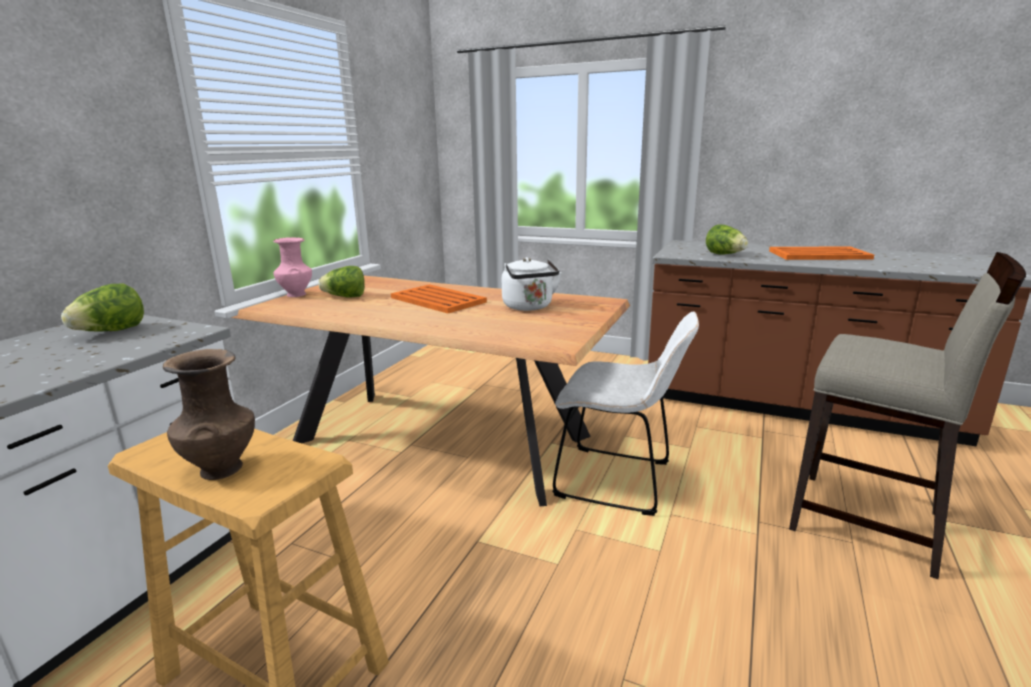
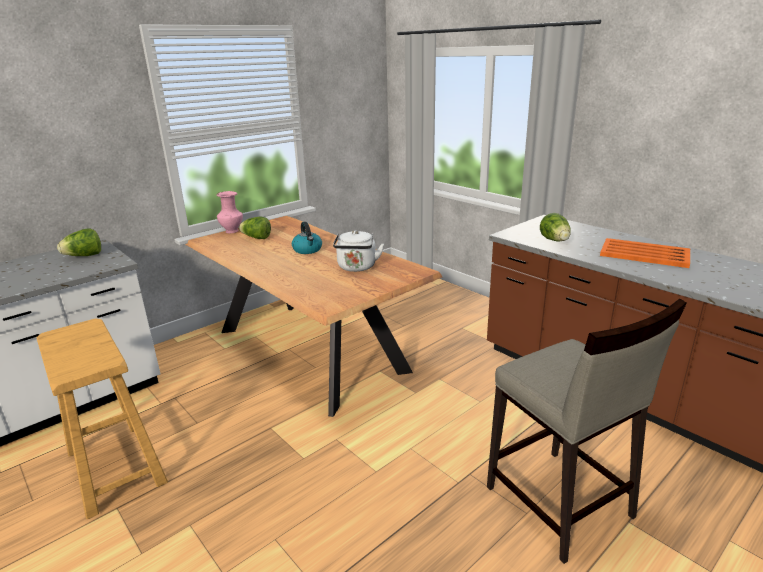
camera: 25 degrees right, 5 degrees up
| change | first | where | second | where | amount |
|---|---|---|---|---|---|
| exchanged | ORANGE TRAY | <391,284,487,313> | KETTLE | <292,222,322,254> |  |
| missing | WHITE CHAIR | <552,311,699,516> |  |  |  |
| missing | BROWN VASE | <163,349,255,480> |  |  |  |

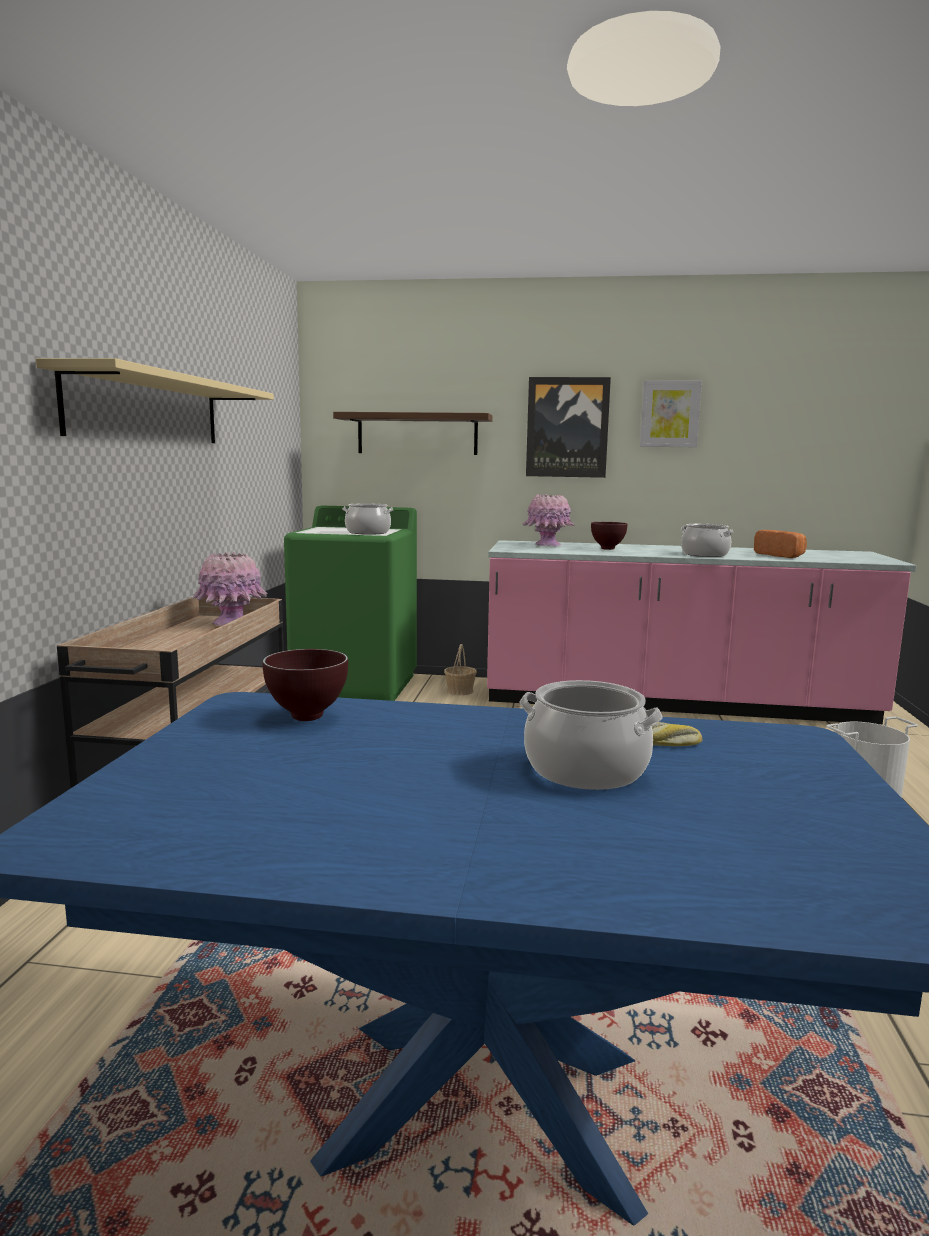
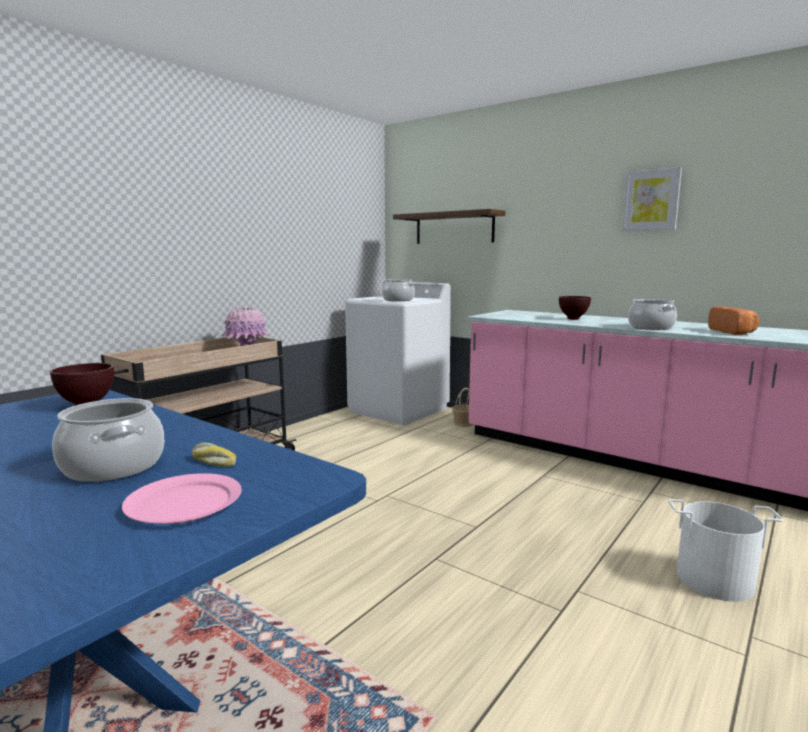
camera: 30 degrees right, 0 degrees up
| change | first | where | second | where | amount |
|---|---|---|---|---|---|
| missing | BEIGE SHELF | <36,358,274,443> |  |  |  |
| missing | PICTURE | <526,377,611,478> |  |  |  |
| missing | PINK VASE | <523,494,575,546> |  |  |  |
| colour | GREEN WASHING MACHINE | <284,506,417,701> | WHITE WASHING MACHINE | <345,282,451,425> |  |
| appeared |  |  | PINK PLATE | <122,473,242,524> |  |

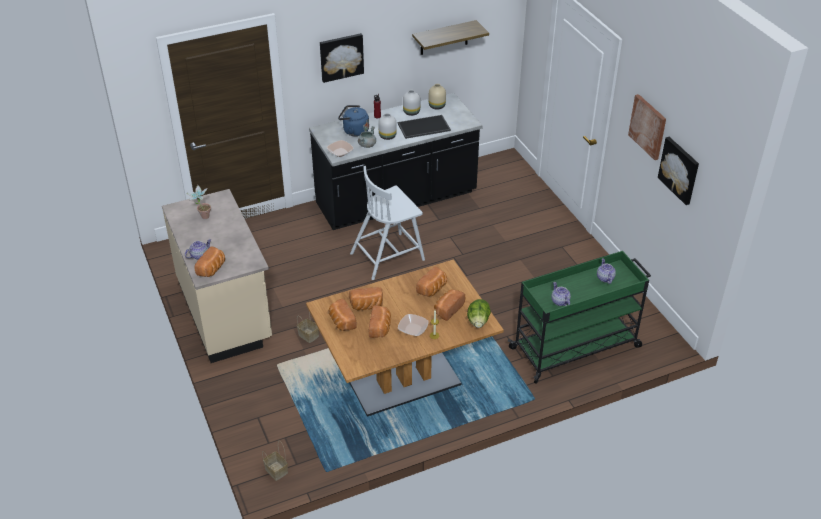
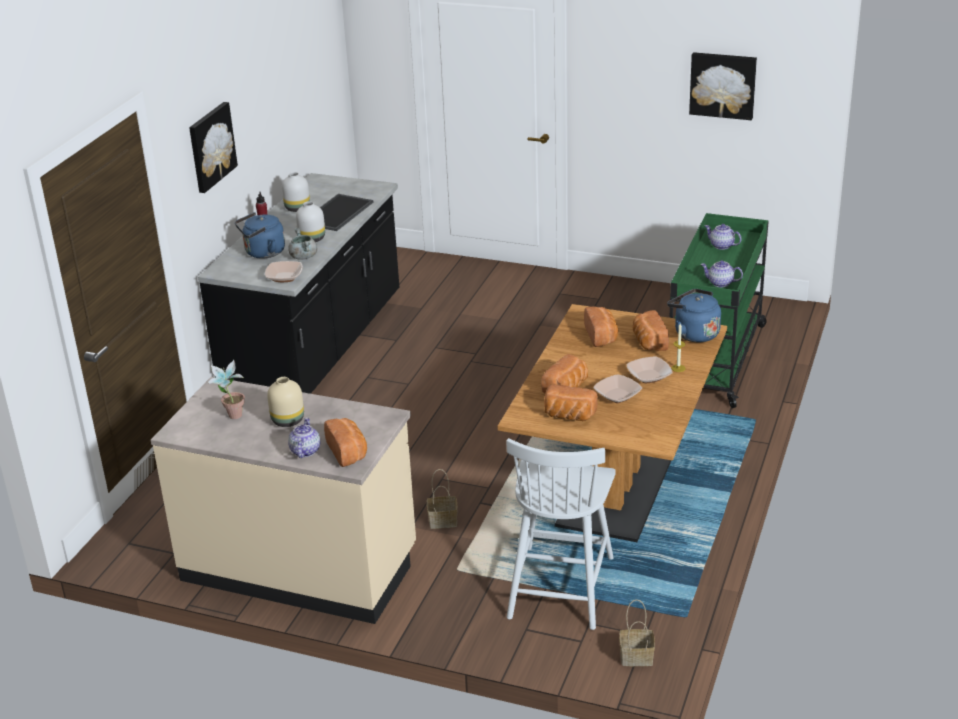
camera: 45 degrees left, 10 degrees down
| change | first | where | second | where | amount |
|---|---|---|---|---|---|
| missing | SHELF | <412,20,489,55> |  |  |  |
| relocated | BEIGE VASE | <429,84,446,110> |  | <267,377,304,427> |  |
| missing | PICTURE | <628,94,666,160> |  |  |  |
| relocated | WHITE CHAIR | <350,166,425,280> |  | <506,438,616,630> |  |
| exchanged | LETTUCE | <467,299,491,328> | BLUE KETTLE | <667,289,721,342> |  |
| exchanged | BREAD | <369,305,391,338> | BOWL | <593,374,642,403> |  |

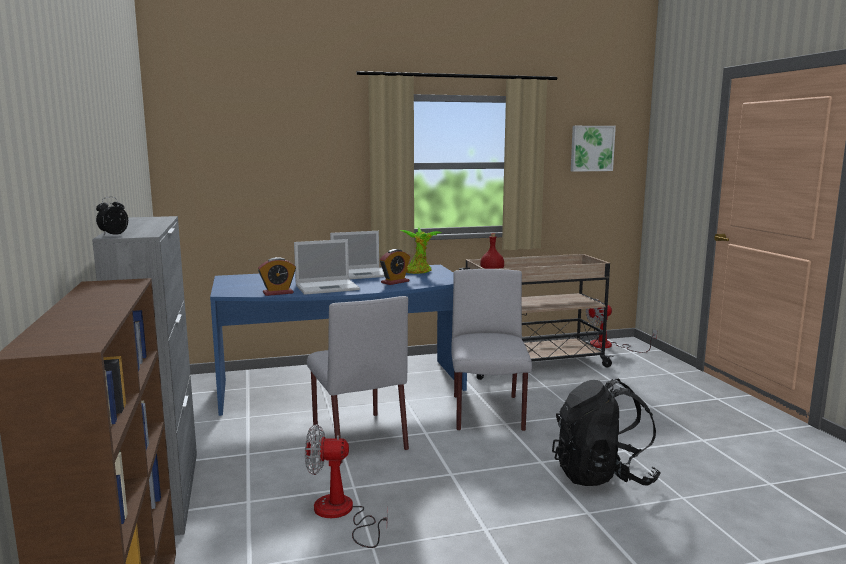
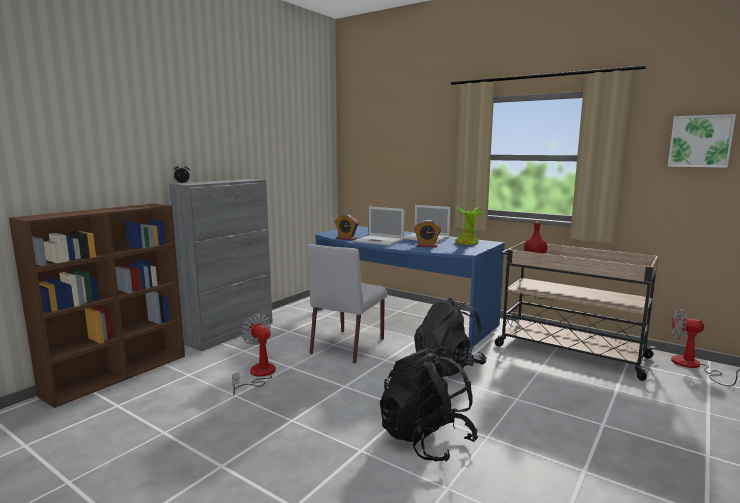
camera: 50 degrees right, 0 degrees up
| change | first | where | second | where | amount |
|---|---|---|---|---|---|
| exchanged | GREY CHAIR | <451,269,532,431> | BLACK BACKPACK | <414,298,487,377> |  |

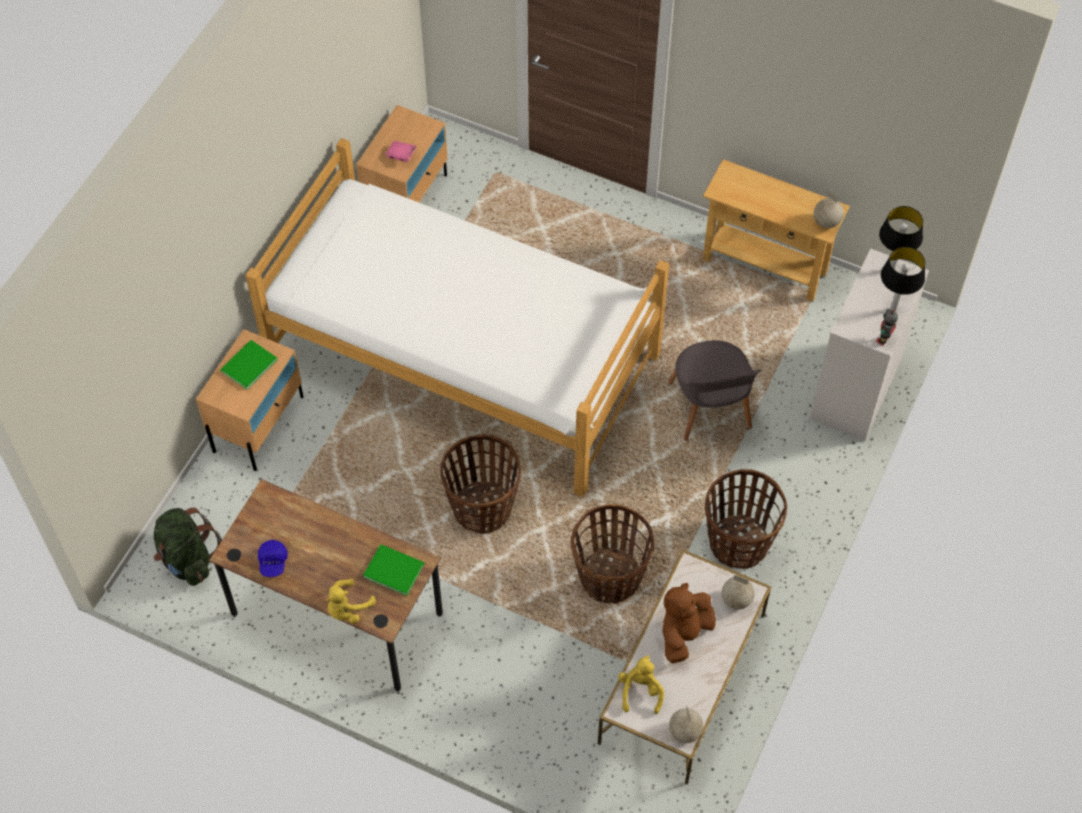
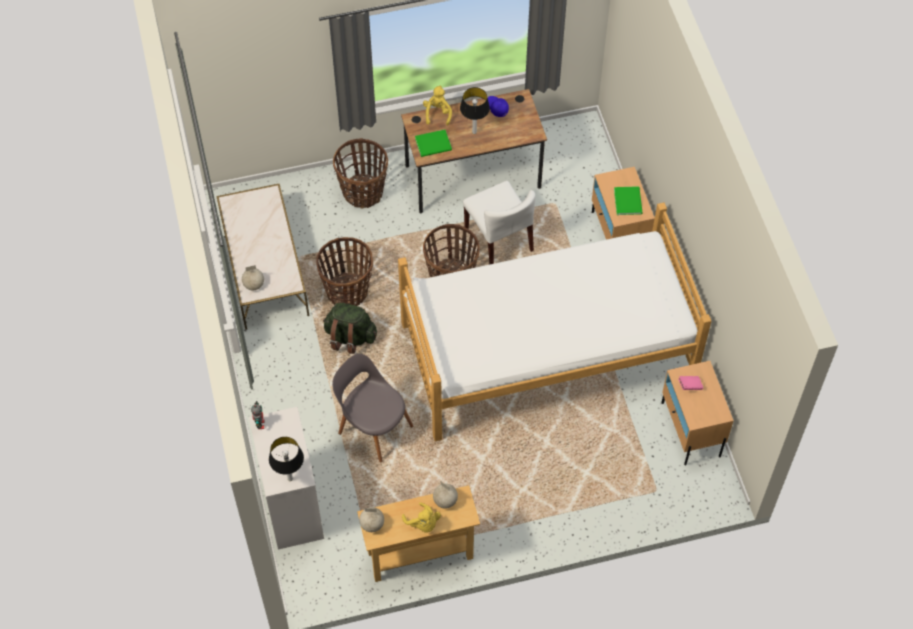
camera: 140 degrees right, 0 degrees up
| change | first | where | second | where | amount |
|---|---|---|---|---|---|
| relocated | TABLE LAMP | <881,247,925,311> |  | <460,87,490,134> |  |
| relocated | BASKET | <705,469,787,569> |  | <333,138,388,209> |  |
| relocated | GREEN BACKPACK | <154,508,222,586> |  | <323,303,377,354> |  |
| missing | BROWN PLUSH TOY | <663,583,716,663> |  |  |  |
| relocated | YELLOW PLUSH TOY | <618,655,664,714> |  | <402,502,441,533> |  |
| relocated | GLOBE | <669,707,703,743> |  | <433,482,458,509> |  |
| appeared |  |  | WHITE CHAIR | <463,181,535,264> |  |

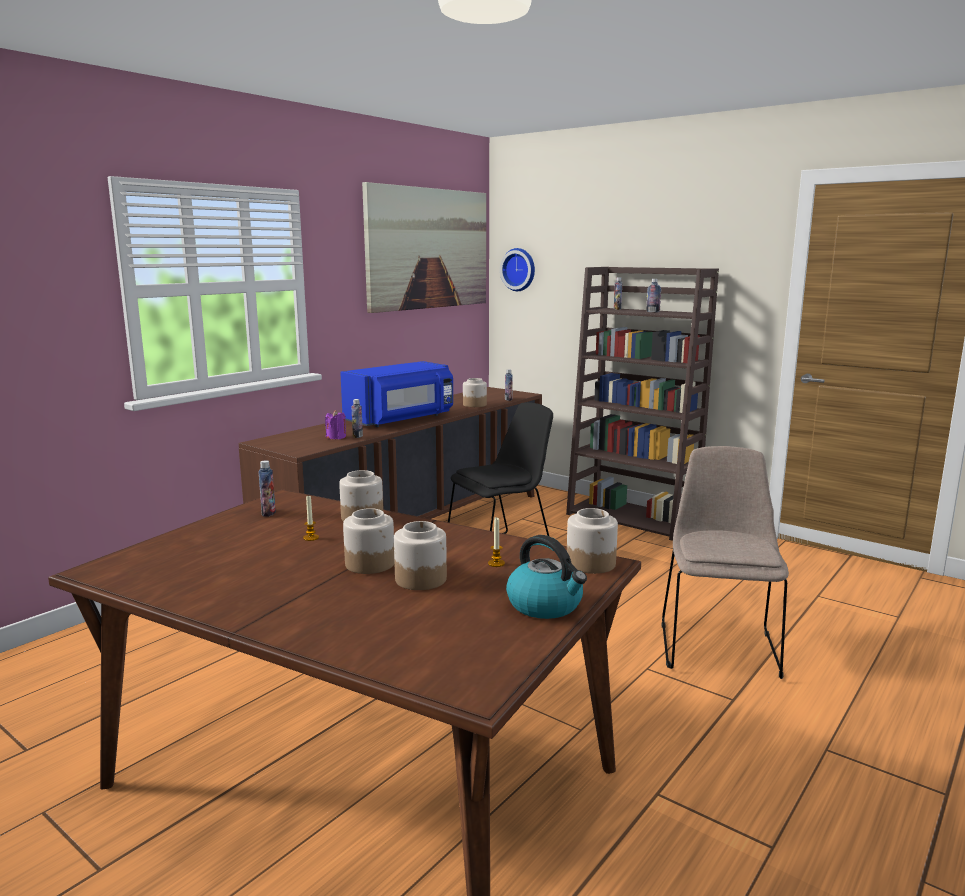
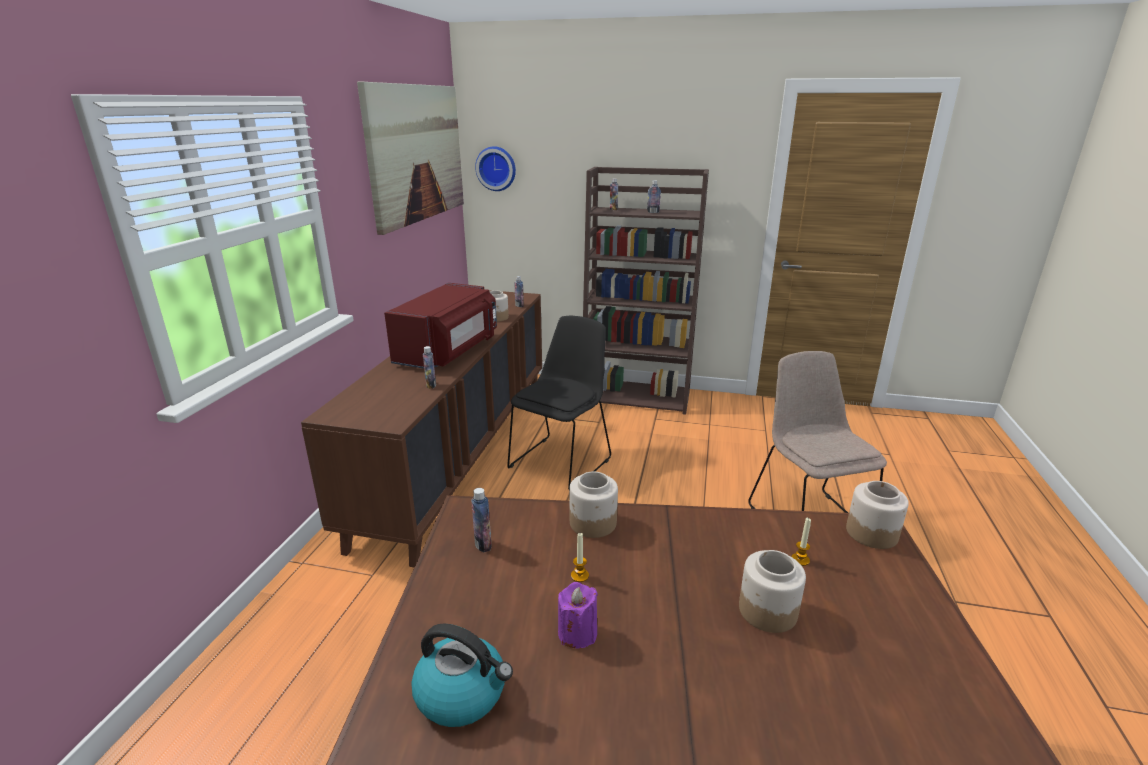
camera: 25 degrees left, 10 degrees up
| change | first | where | second | where | amount |
|---|---|---|---|---|---|
| colour | BLUE MICROWAVE | <340,361,453,427> | RED MICROWAVE | <384,283,497,369> |  |
| relocated | PURPLE CANDLE | <325,410,346,439> |  | <558,582,598,649> |  |
| missing | JAR | <343,508,394,574> |  |  |  |
| relocated | KETTLE | <506,535,587,619> |  | <411,624,513,727> |  |

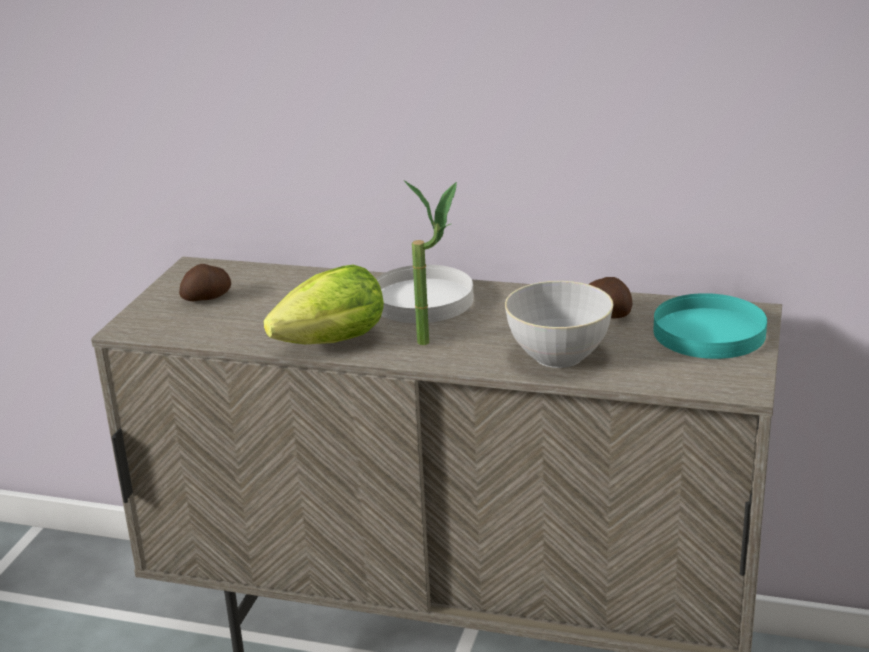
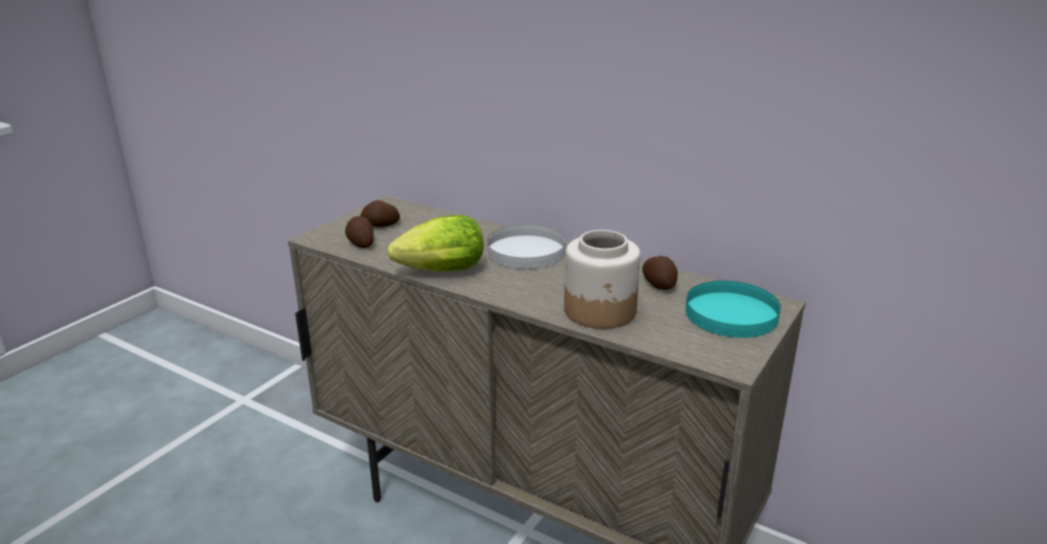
camera: 15 degrees right, 0 degrees up
| change | first | where | second | where | amount |
|---|---|---|---|---|---|
| missing | POTTED PLANT | <403,180,457,345> |  |  |  |
| exchanged | GREY BOWL | <505,281,613,368> | JAR | <564,230,641,329> |  |
| appeared |  |  | POTATO | <345,216,374,248> |  |

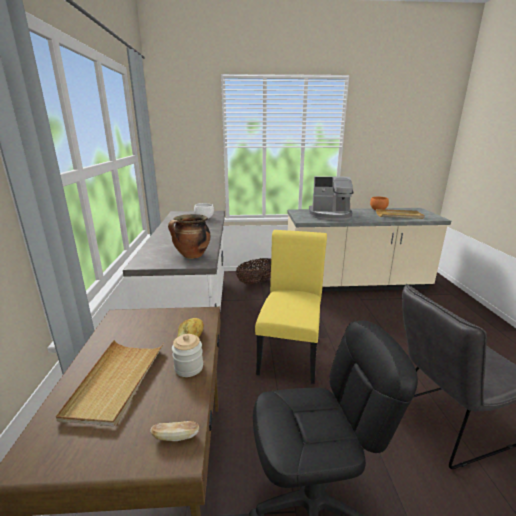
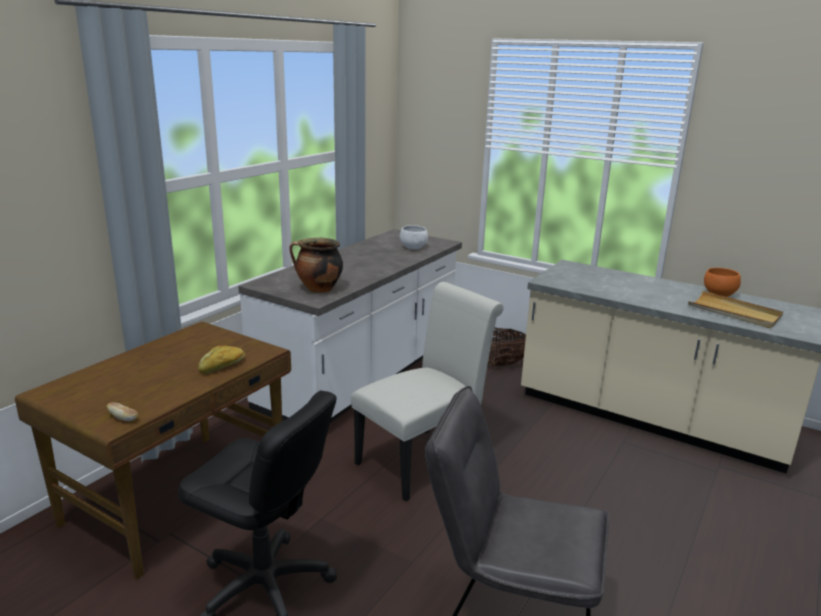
camera: 35 degrees right, 0 degrees up
| change | first | where | second | where | amount |
|---|---|---|---|---|---|
| missing | COFFEE MACHINE | <309,176,354,220> |  |  |  |
| colour | YELLOW CHAIR | <255,230,327,384> | WHITE CHAIR | <351,282,503,501> |  |
| missing | JAR | <172,334,203,377> |  |  |  |
| missing | BEIGE TRAY | <56,340,164,427> |  |  |  |

